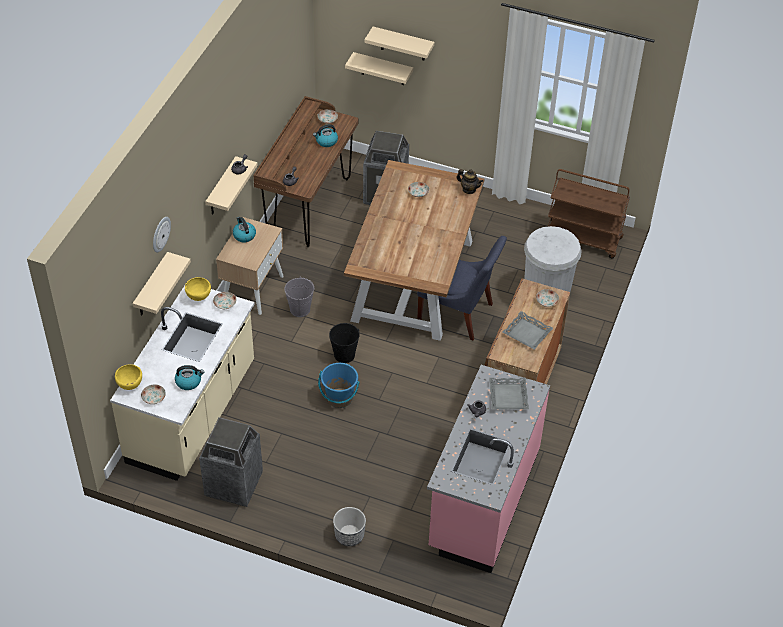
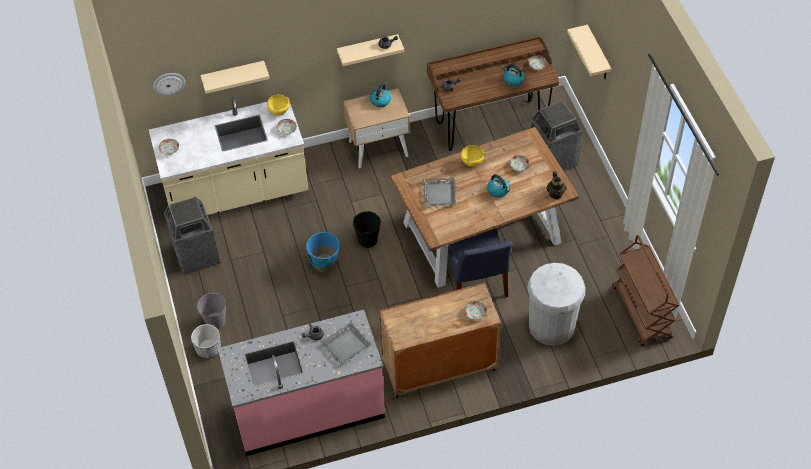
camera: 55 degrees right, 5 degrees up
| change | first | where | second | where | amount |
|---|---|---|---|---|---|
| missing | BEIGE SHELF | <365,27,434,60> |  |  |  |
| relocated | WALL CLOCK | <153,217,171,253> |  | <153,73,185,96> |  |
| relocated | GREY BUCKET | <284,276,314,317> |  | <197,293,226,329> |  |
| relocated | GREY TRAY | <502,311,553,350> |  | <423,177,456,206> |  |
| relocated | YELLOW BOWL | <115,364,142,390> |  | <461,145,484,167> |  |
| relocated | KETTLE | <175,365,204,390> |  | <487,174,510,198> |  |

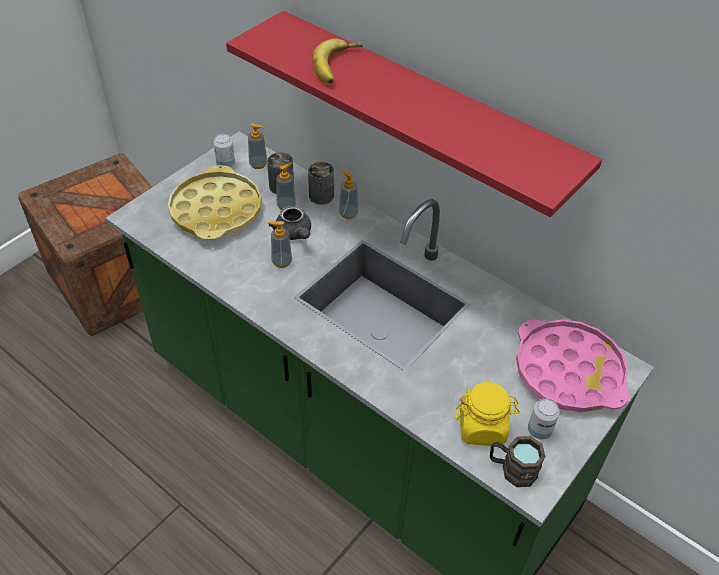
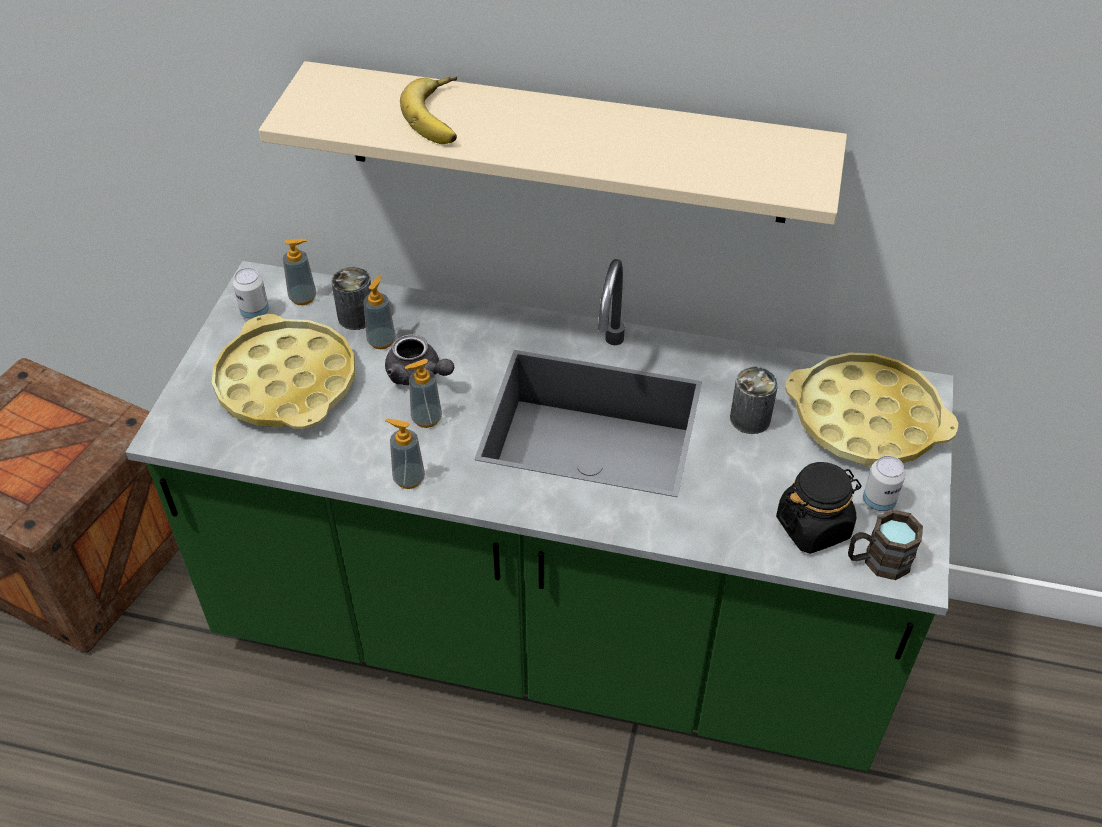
camera: 25 degrees left, 0 degrees up
| change | first | where | second | where | amount |
|---|---|---|---|---|---|
| colour | RED SHELF | <226,11,602,217> | BEIGE SHELF | <259,61,847,225> |  |
| relocated | CAN | <308,162,334,205> |  | <730,367,778,434> |  |
| relocated | SOAP DISPENSER | <339,169,359,219> |  | <385,419,425,489> |  |
| colour | PINK TRAY | <516,319,630,412> | YELLOW TRAY | <785,353,959,465> |  |
| colour | YELLOW JAR | <455,382,520,446> | BLACK JAR | <776,462,861,554> |  |

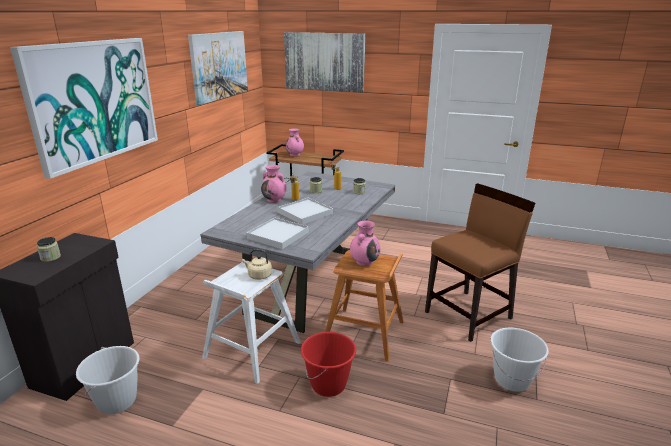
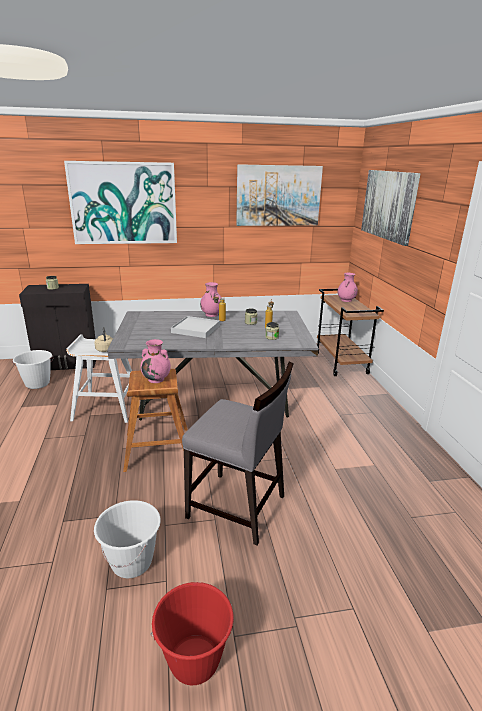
camera: 60 degrees right, 0 degrees up
| change | first | where | second | where | amount |
|---|---|---|---|---|---|
| colour | BROWN CHAIR | <425,184,535,342> | GREY CHAIR | <182,362,294,545> |  |
| missing | WHITE TRAY | <246,217,309,249> |  |  |  |
| relocated | RED BUCKET | <301,332,356,397> |  | <150,582,234,685> |  |

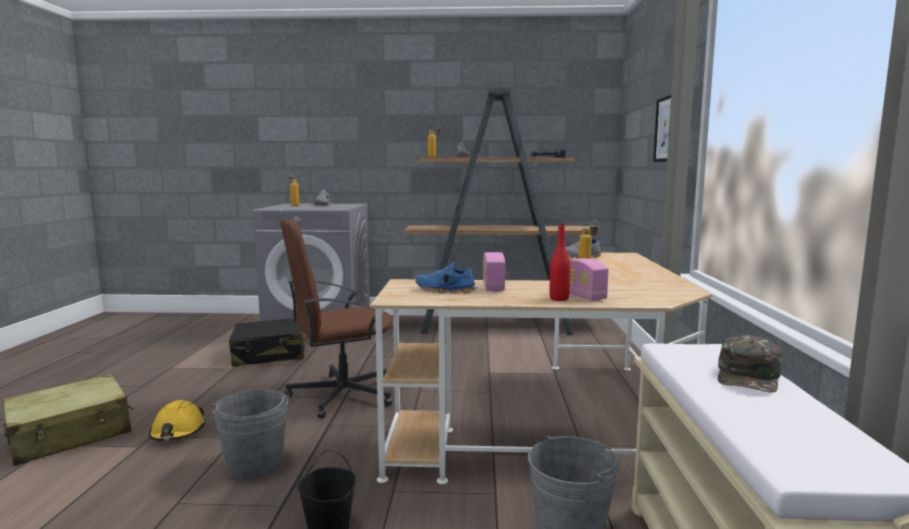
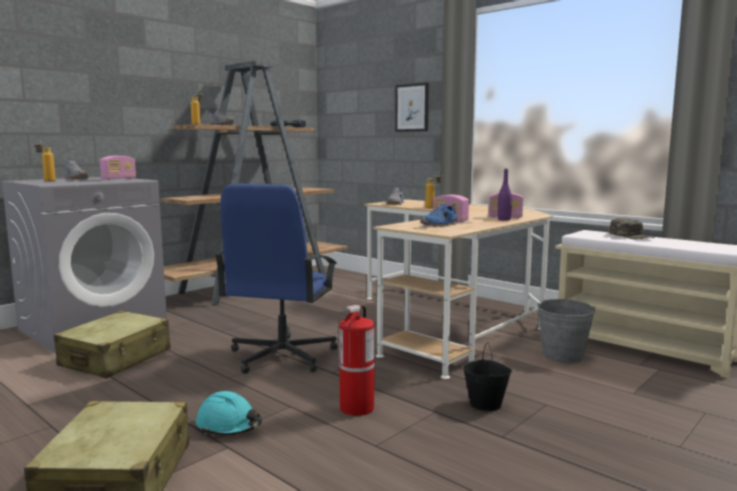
camera: 50 degrees left, 0 degrees up
| change | first | where | second | where | amount |
|---|---|---|---|---|---|
| colour | BROWN OFFICE CHAIR | <281,218,393,419> | BLUE OFFICE CHAIR | <214,184,338,374> |  |
| colour | RED BOTTLE | <550,223,570,301> | PURPLE BOTTLE | <498,169,512,221> |  |
| colour | BLACK SUITCASE | <229,318,310,367> | BEIGE SUITCASE | <54,311,171,378> |  |
| exchanged | GREY BUCKET | <211,390,289,479> | FIRE EXTINGUISHER | <339,305,375,416> |  |
| colour | YELLOW HARD HAT | <149,400,205,441> | TURQUOISE HARD HAT | <196,391,262,436> |  |
| appeared |  |  | RADIO | <100,156,136,180> |  |

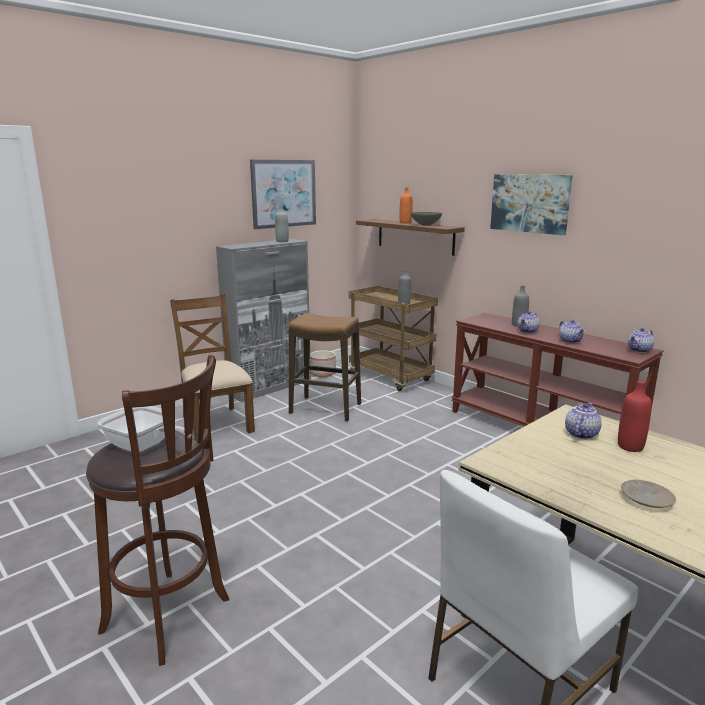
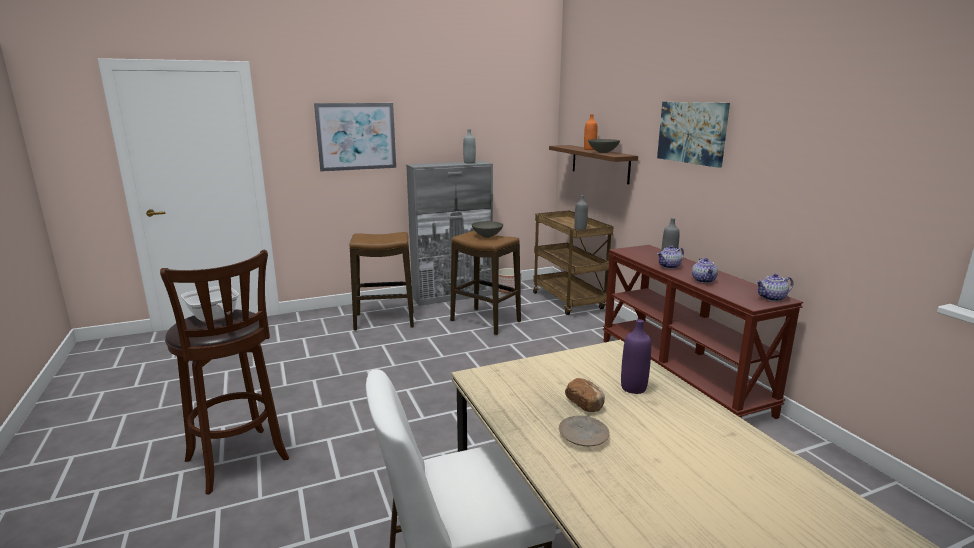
camera: 20 degrees right, 0 degrees up
| change | first | where | second | where | amount |
|---|---|---|---|---|---|
| relocated | PICTURE | <250,160,316,229> |  | <314,103,396,172> |  |
| exchanged | BROWN CHAIR | <170,294,255,441> | STOOL | <349,232,414,331> |  |
| colour | RED BOTTLE | <618,381,652,452> | PURPLE BOTTLE | <621,319,651,394> |  |
| missing | TEAPOT | <565,403,602,439> |  |  |  |
| appeared |  |  | GREY BOWL | <472,221,503,238> |  |
| appeared |  |  | BREAD | <565,378,605,412> |  |

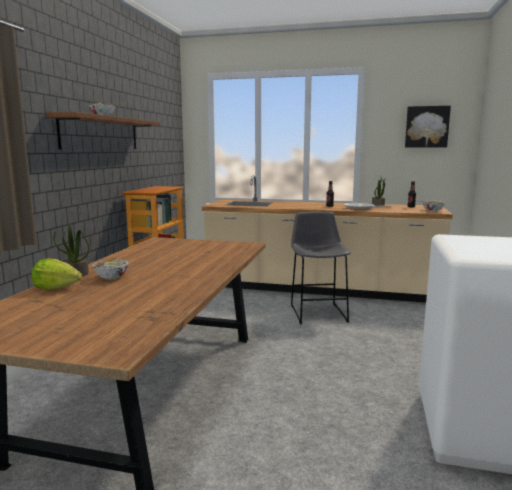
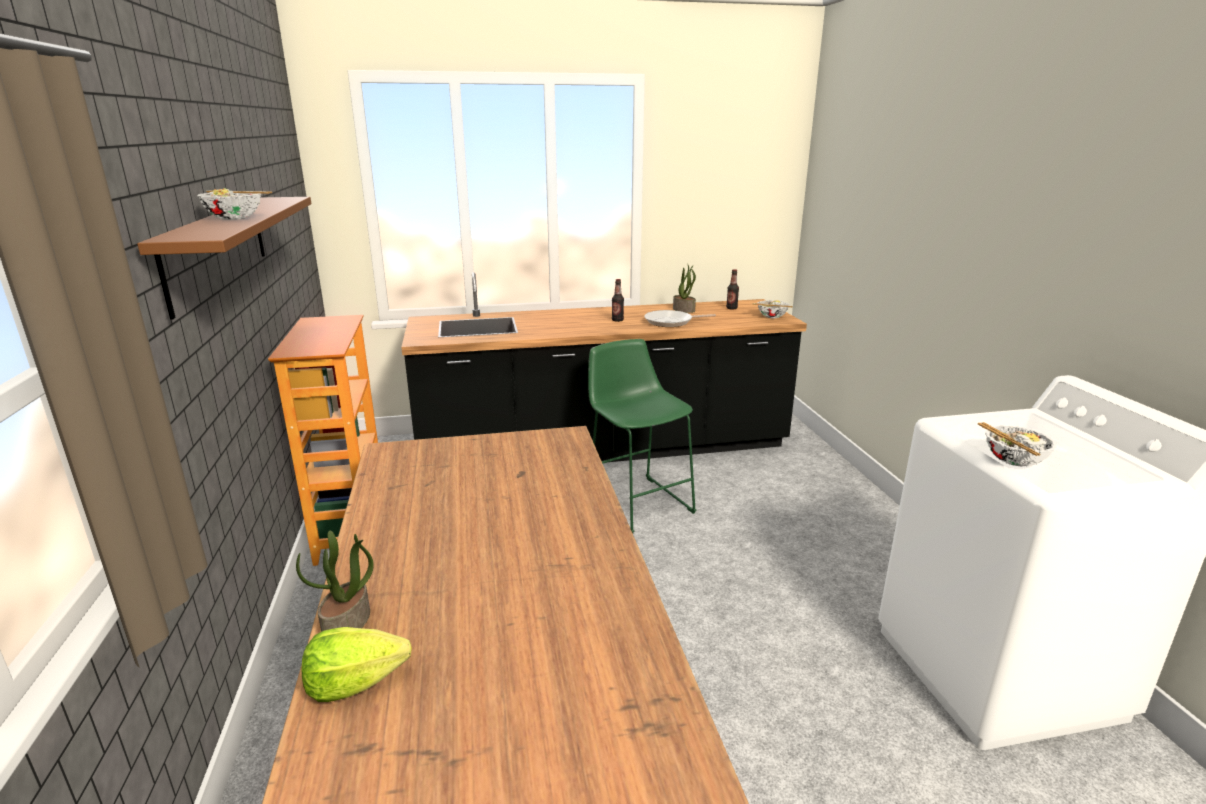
camera: 25 degrees left, 10 degrees up
| change | first | where | second | where | amount |
|---|---|---|---|---|---|
| missing | PICTURE | <405,106,451,147> |  |  |  |
| colour | BEIGE COUNTER | <202,175,453,303> | BLACK COUNTER | <401,272,807,462> |  |
| colour | GREY STOOL | <291,212,351,324> | GREEN STOOL | <588,339,697,533> |  |
| relocated | BOWL | <91,258,129,280> |  | <978,422,1057,467> |  |

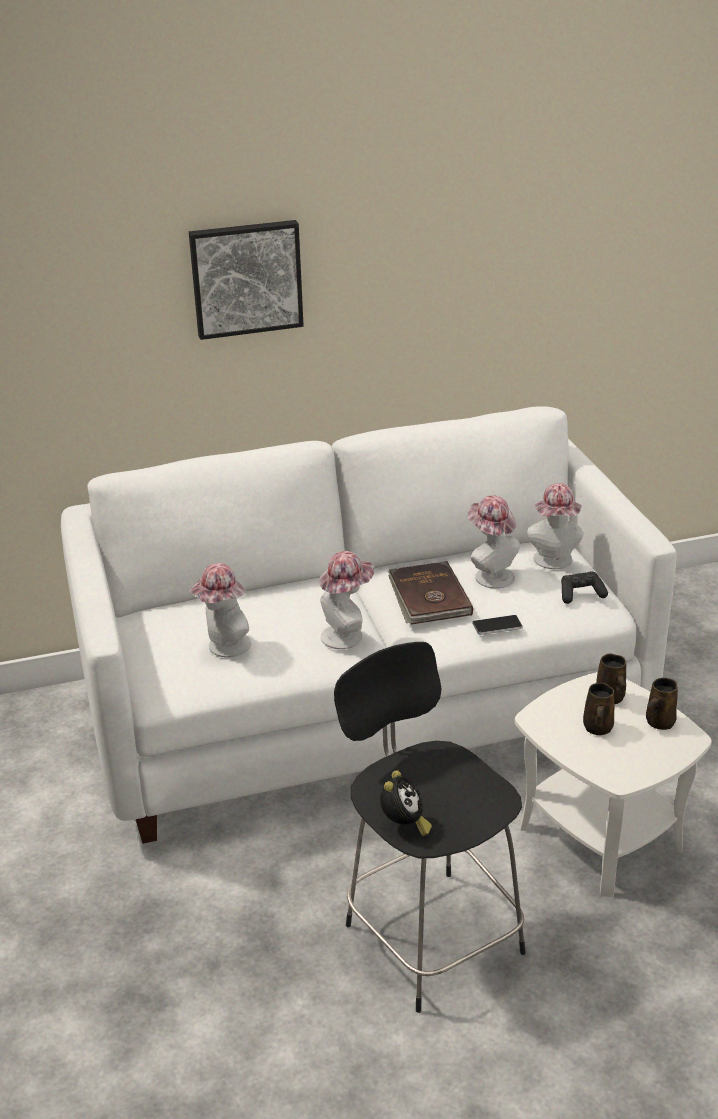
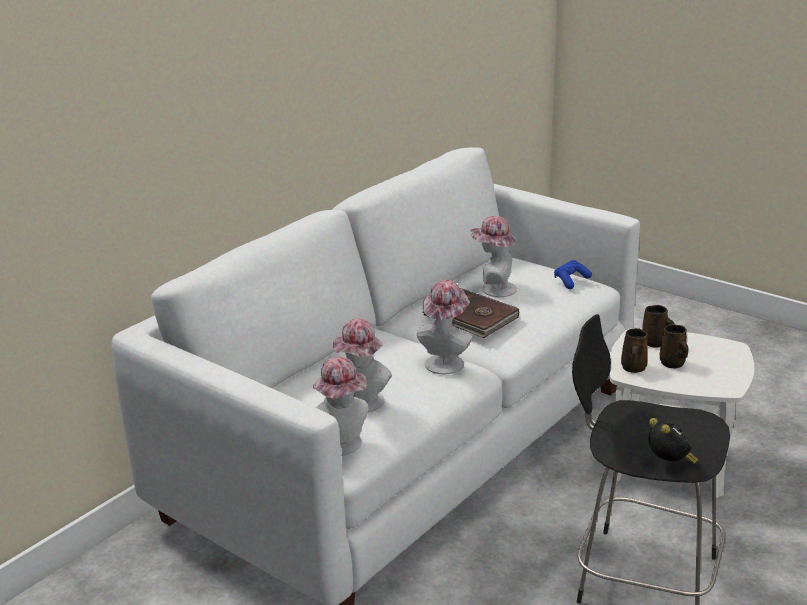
camera: 35 degrees left, 5 degrees down
| change | first | where | second | where | amount |
|---|---|---|---|---|---|
| missing | PICTURE | <189,220,304,340> |  |  |  |
| relocated | HAT | <527,483,584,569> |  | <313,357,369,456> |  |
| colour | BLACK GAME CONTROLLER | <561,571,608,604> | BLUE GAME CONTROLLER | <554,260,592,289> |  |
| missing | PHONE | <472,615,523,635> |  |  |  |
| relocated | BROWN MUG | <646,678,678,730> |  | <621,328,648,373> |  |

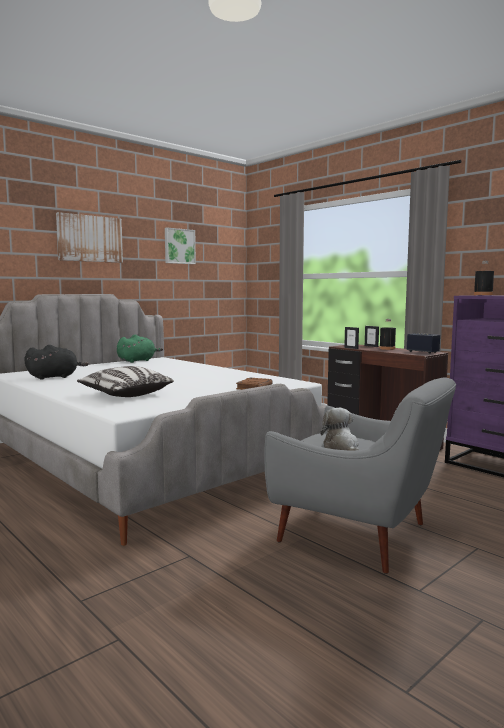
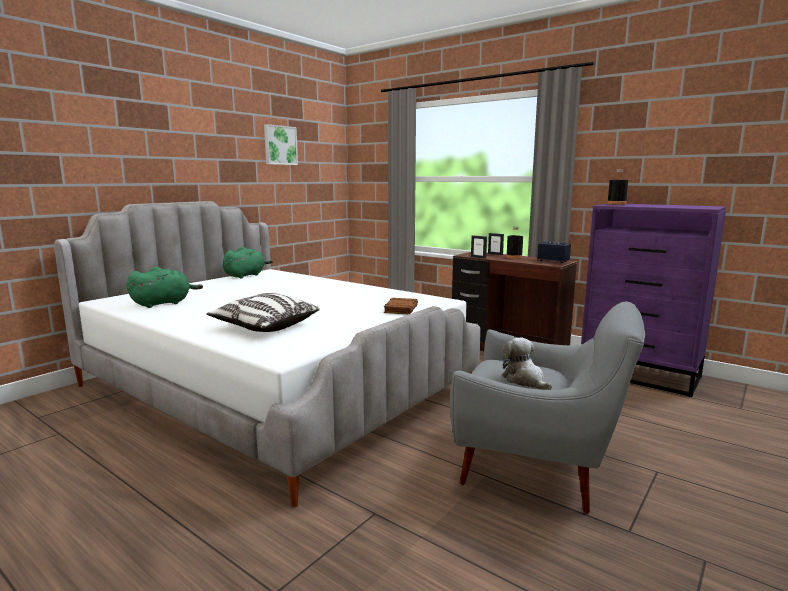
camera: 10 degrees left, 5 degrees up
| change | first | where | second | where | amount |
|---|---|---|---|---|---|
| missing | PICTURE | <56,212,123,263> |  |  |  |
| colour | BLACK PLUSH TOY | <24,345,89,380> | GREEN PLUSH TOY | <126,267,203,308> |  |

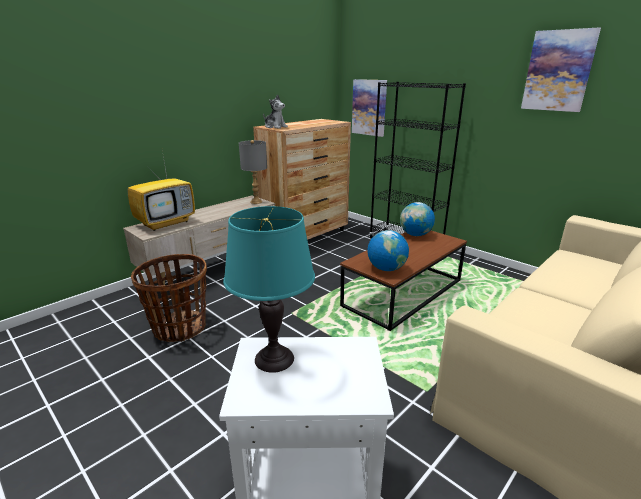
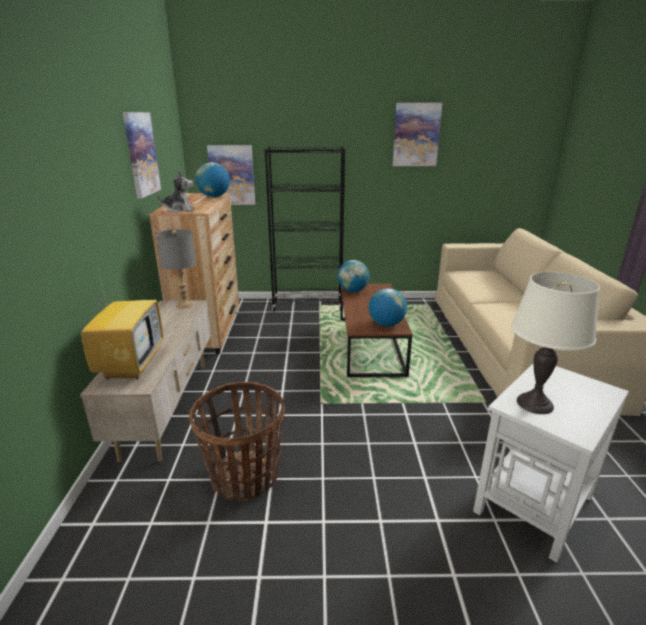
camera: 45 degrees left, 0 degrees up
| change | first | where | second | where | amount |
|---|---|---|---|---|---|
| colour | TURQUOISE TABLE LAMP | <223,206,315,373> | WHITE TABLE LAMP | <511,272,600,414> |  |
| appeared |  |  | PICTURE | <123,112,161,199> |  |
| appeared |  |  | GLOBE | <196,162,230,197> |  |

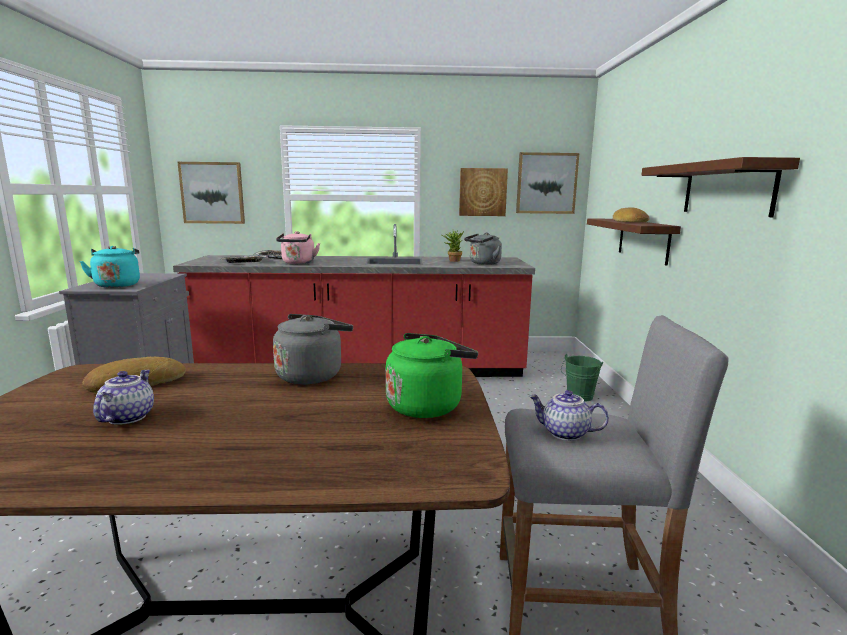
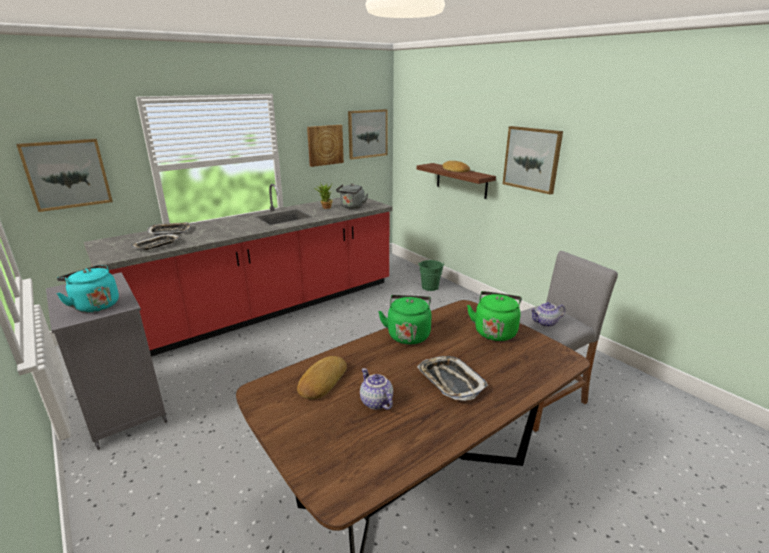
camera: 35 degrees left, 10 degrees up
| change | first | where | second | where | amount |
|---|---|---|---|---|---|
| exchanged | BROWN SHELF | <641,157,800,217> | PICTURE | <503,126,563,195> |  |
| missing | PINK KETTLE | <276,231,320,264> |  |  |  |
| colour | GREY KETTLE | <273,314,353,384> | GREEN KETTLE | <378,295,432,345> |  |
| appeared |  |  | TRAY | <417,356,488,401> |  |

